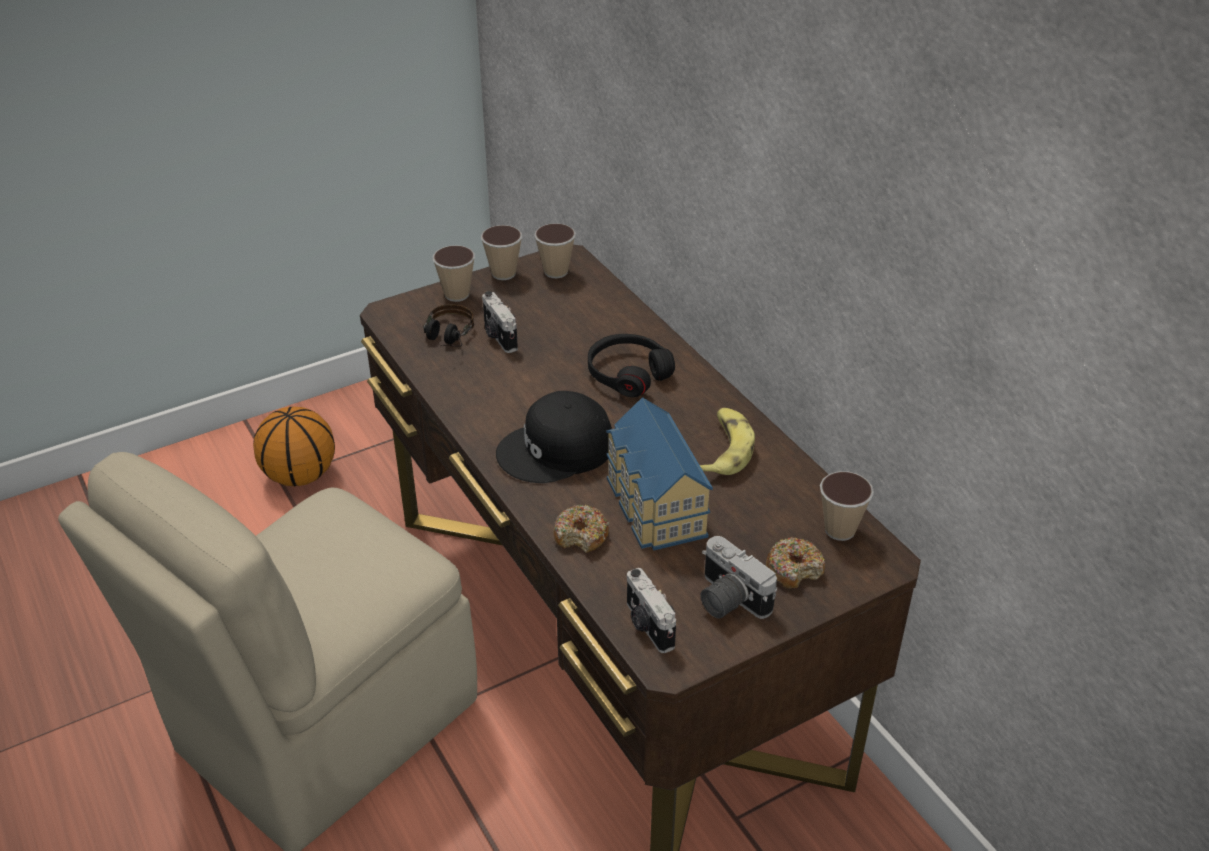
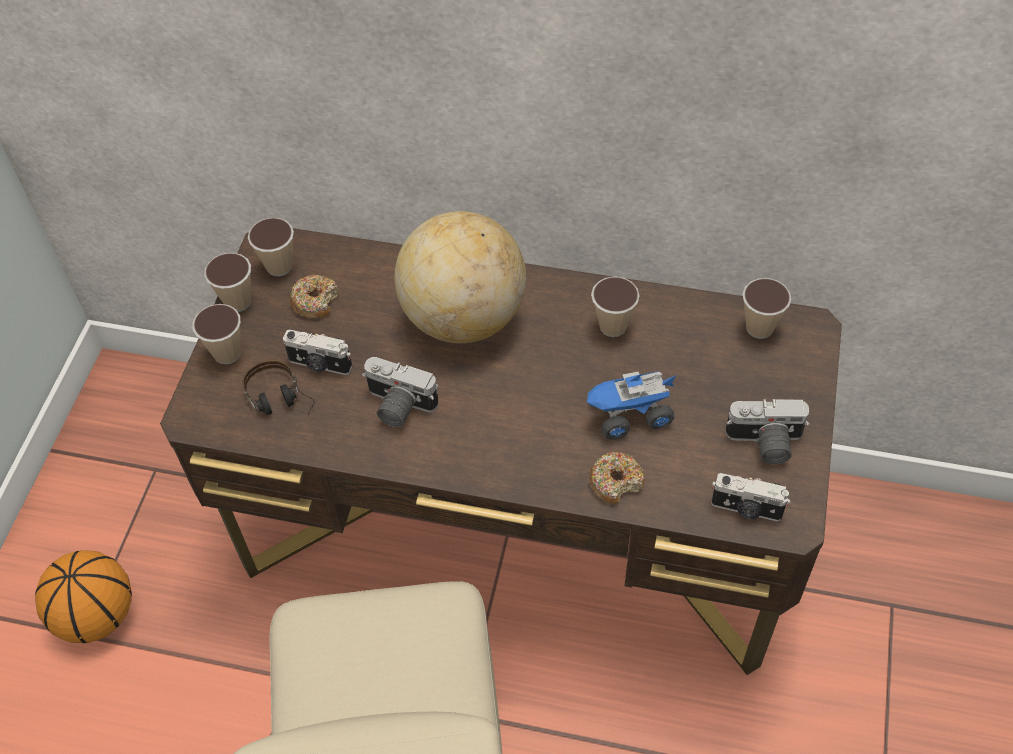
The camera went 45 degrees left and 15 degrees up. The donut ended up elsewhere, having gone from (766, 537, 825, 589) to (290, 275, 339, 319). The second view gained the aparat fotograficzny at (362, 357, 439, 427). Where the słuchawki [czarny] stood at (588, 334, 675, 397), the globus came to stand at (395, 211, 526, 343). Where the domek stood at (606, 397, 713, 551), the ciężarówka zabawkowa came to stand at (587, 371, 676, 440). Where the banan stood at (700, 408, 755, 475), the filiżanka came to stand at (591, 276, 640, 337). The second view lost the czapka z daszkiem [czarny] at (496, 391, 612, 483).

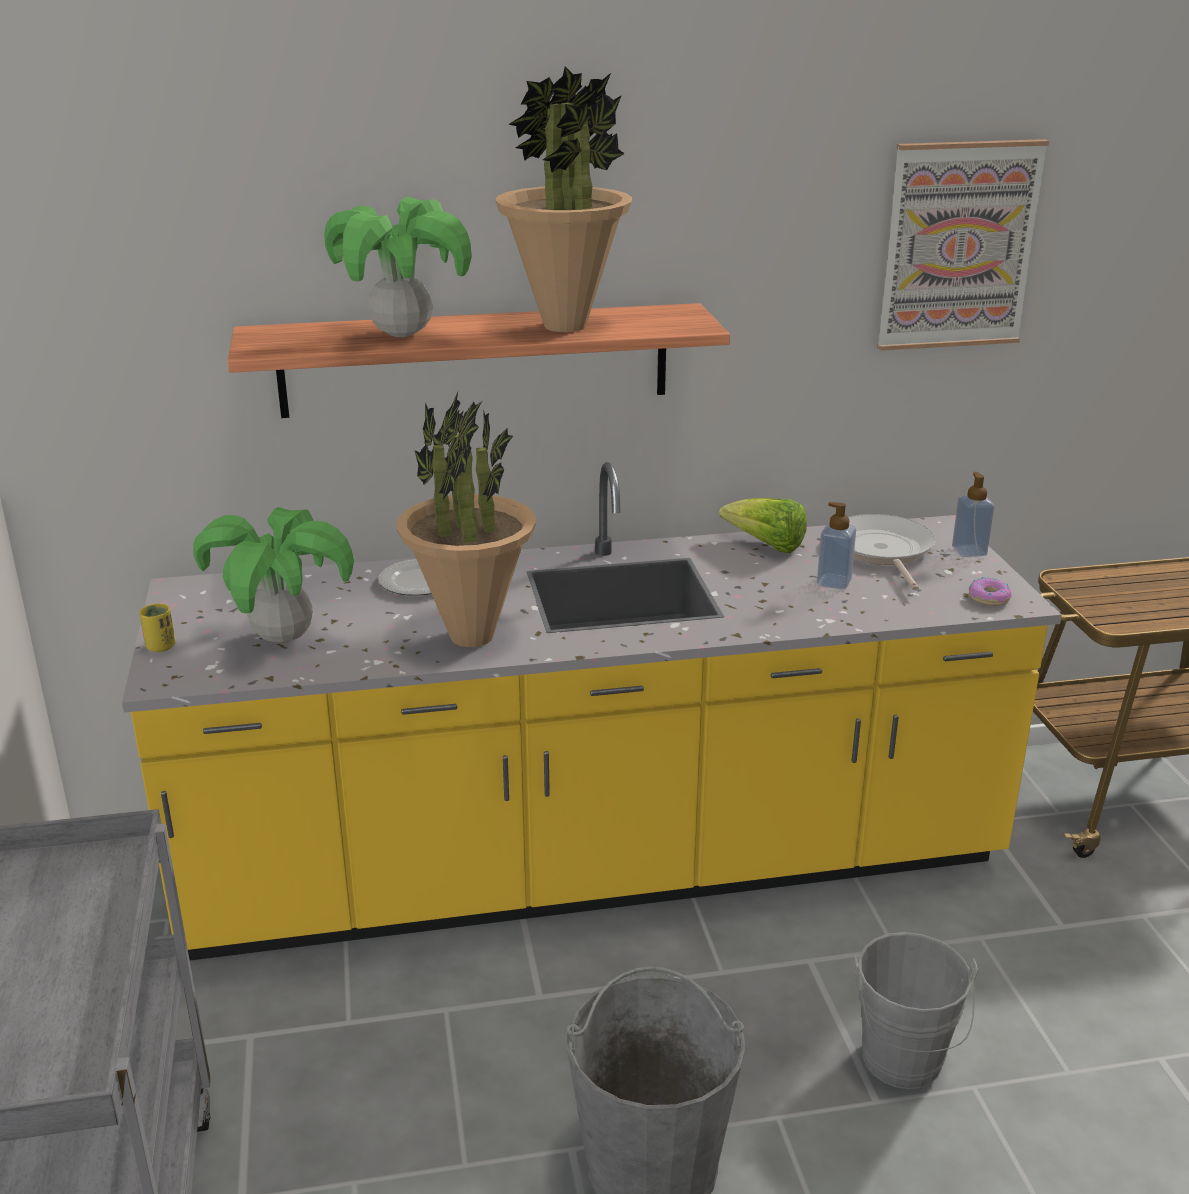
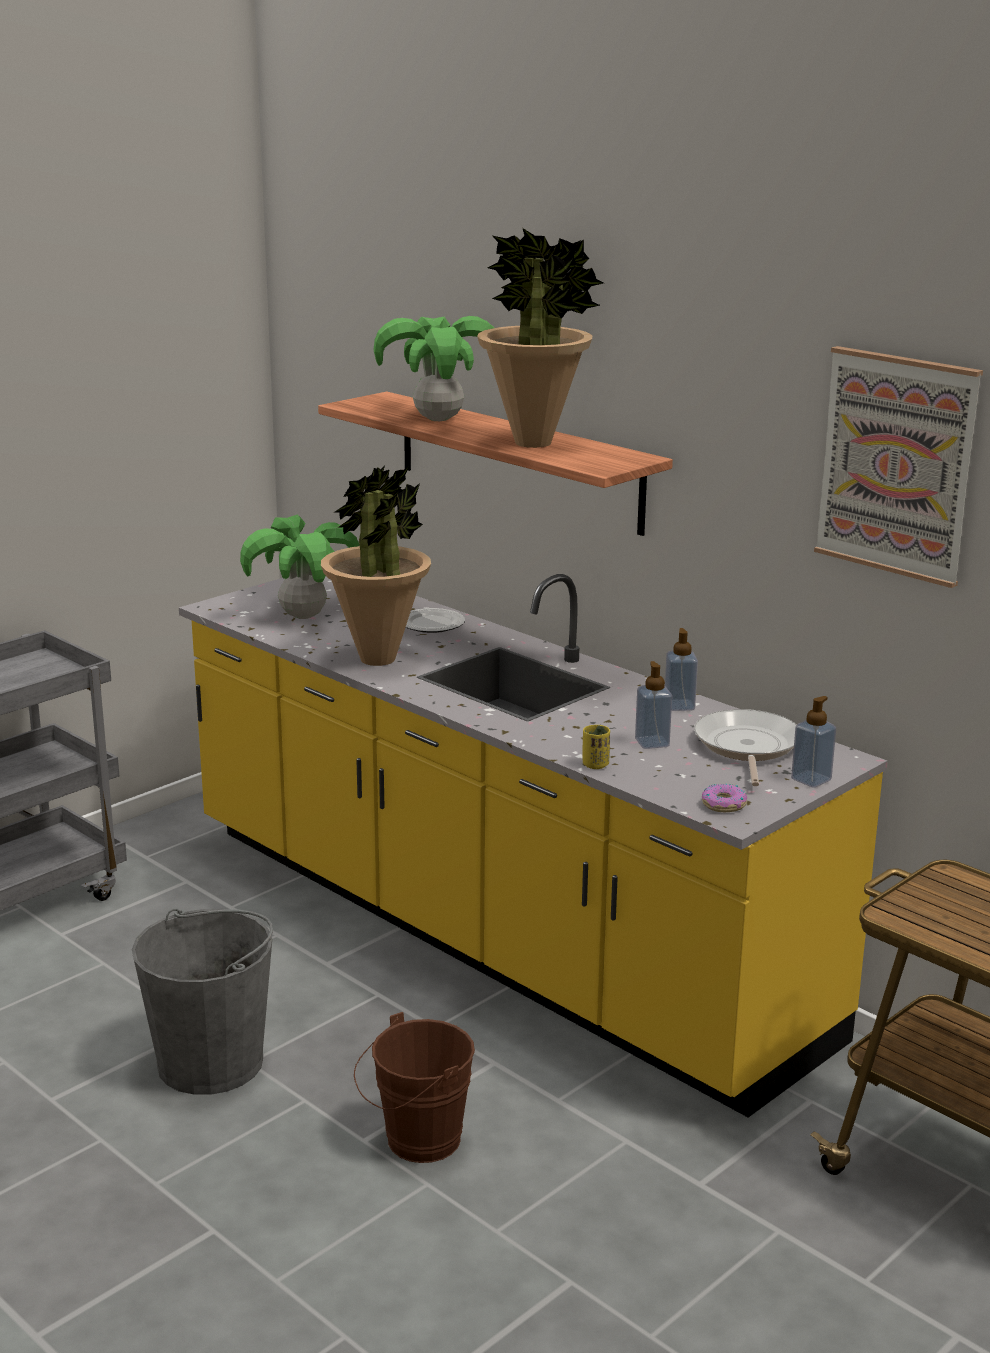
The camera went 55 degrees right and 5 degrees down. What was the wiadro [szary] at (854, 932, 978, 1089) turned into the wiadro [brązowy] at (354, 1012, 475, 1163). The filiżanka [żółty] ended up elsewhere, having gone from (139, 603, 175, 652) to (583, 725, 610, 769). Where the sałata stood at (719, 498, 807, 553), the dozownik mydła came to stand at (665, 628, 698, 711). The patelnia at (848, 514, 935, 590) ended up facing another way, 45 degrees counterclockwise from before.

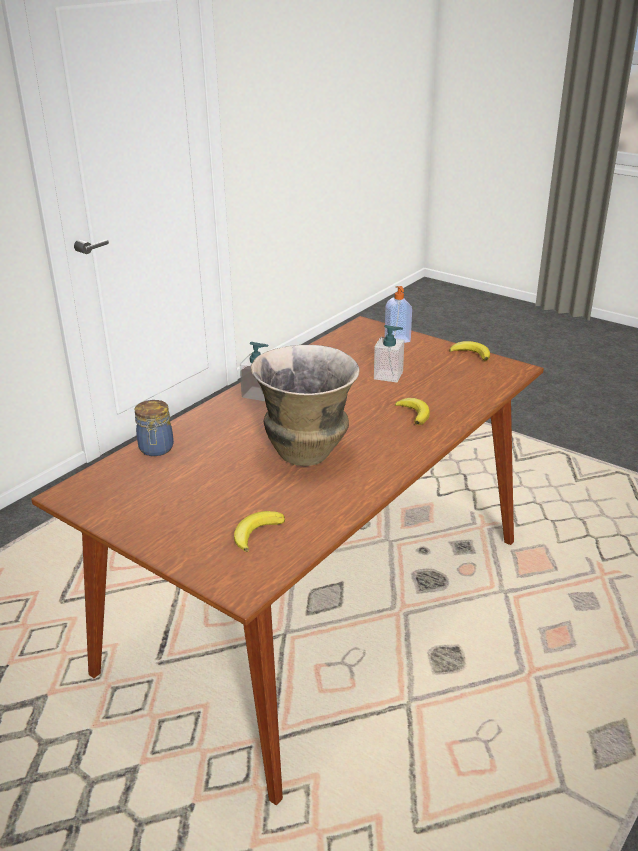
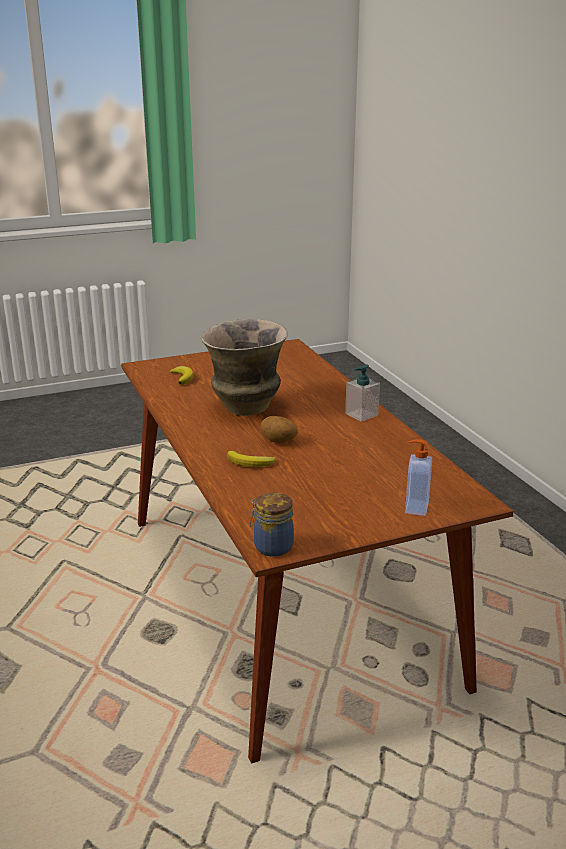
The camera went 120 degrees right and 5 degrees down. The słoik ended up elsewhere, having gone from (134, 400, 174, 456) to (250, 493, 294, 557). The second view gained the ziemniak at (261, 416, 298, 443). The second view lost the dozownik mydła at (374, 325, 404, 382). The second view lost the banan at (449, 341, 490, 361).

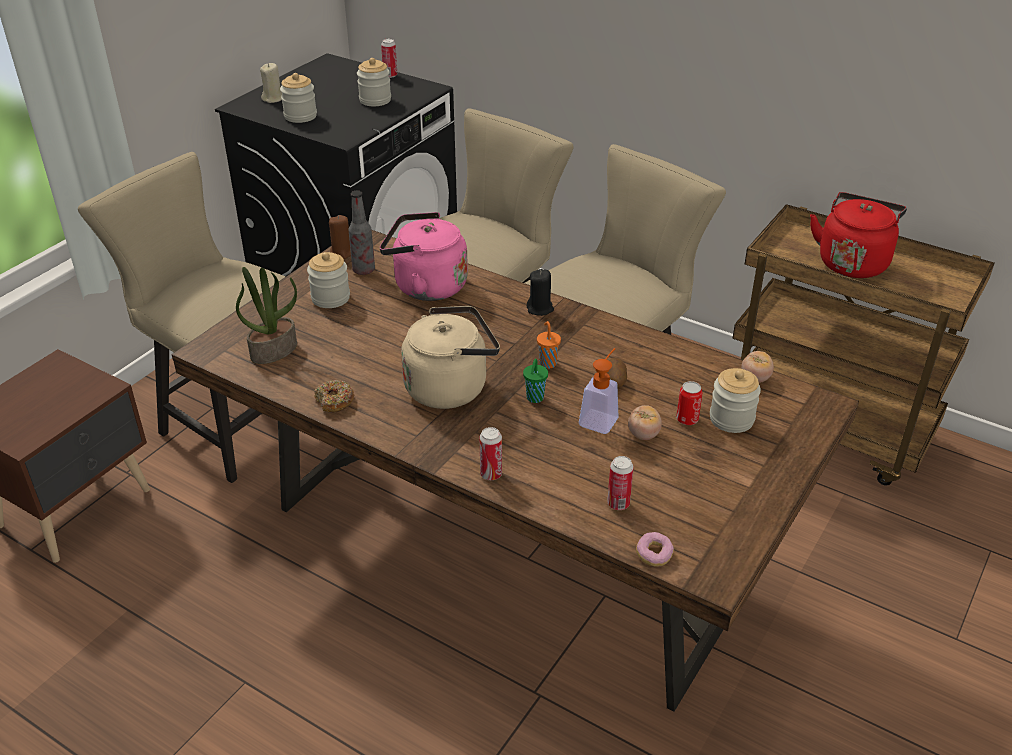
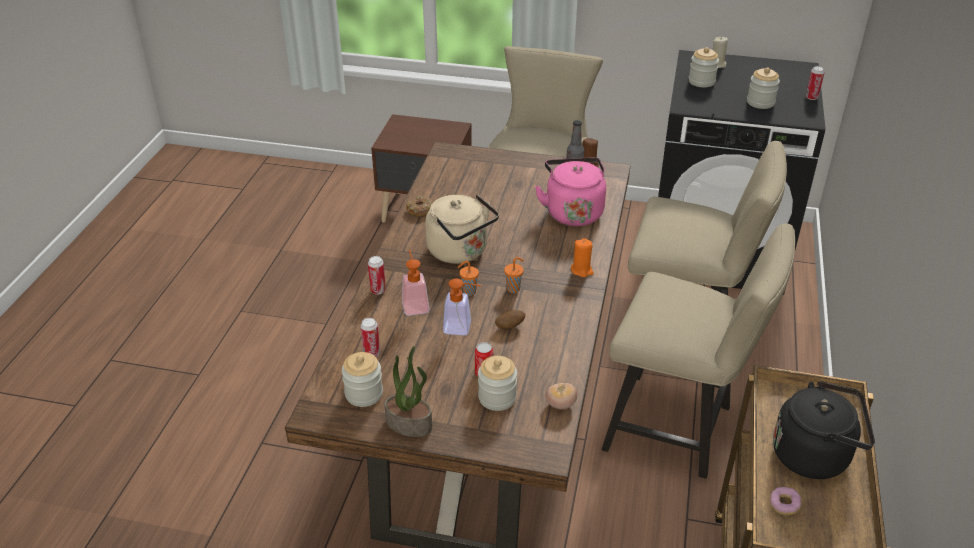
The camera went 70 degrees right and 0 degrees up. The słoik ended up elsewhere, having gone from (307, 252, 350, 308) to (342, 352, 383, 407). The roślina doniczkowa ended up elsewhere, having gone from (236, 267, 297, 364) to (384, 346, 432, 437). The second view gained the dozownik mydła at (402, 250, 430, 316). What was the filiżanka [zielony] at (523, 359, 548, 403) turned into the filiżanka [pomarańczowy] at (458, 261, 479, 296). What was the świeca [czarny] at (527, 269, 554, 316) turned into the świeca [pomarańczowy] at (571, 238, 594, 277). The donut ended up elsewhere, having gone from (636, 532, 674, 567) to (770, 487, 801, 515). What was the czajnik [czerwony] at (810, 192, 907, 278) turned into the czajnik [czarny] at (773, 381, 875, 479). The second view lost the pomidor at (628, 405, 662, 440).

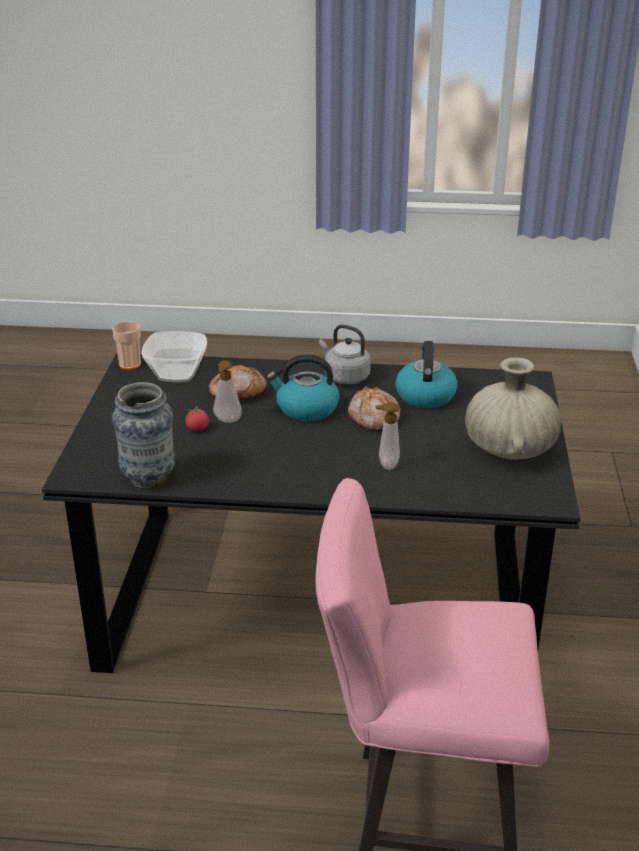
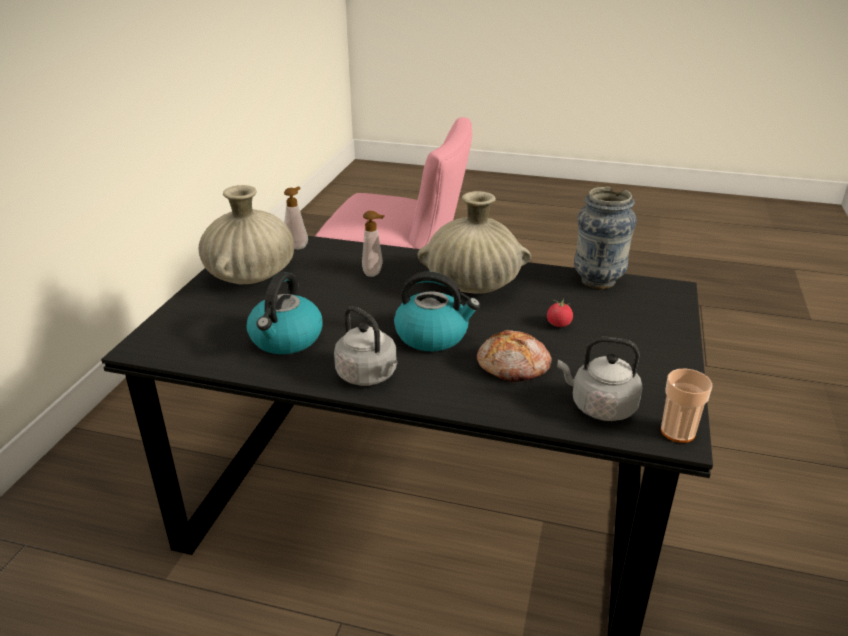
The camera went 170 degrees left and 0 degrees up. The dozownik mydła ended up elsewhere, having gone from (213, 360, 242, 423) to (284, 187, 308, 249). The second view gained the wazon [beżowy] at (417, 191, 531, 294). Where the miska stood at (142, 331, 207, 382), the czajnik [szary] came to stand at (557, 337, 643, 421). The second view lost the chleb at (348, 386, 401, 430).

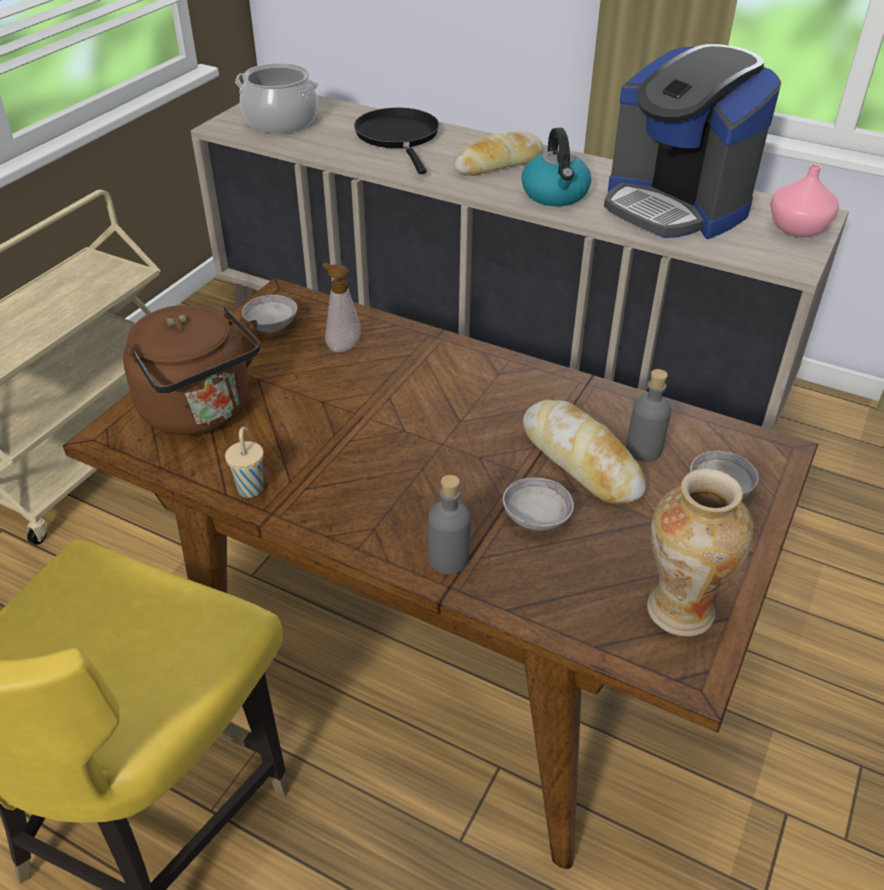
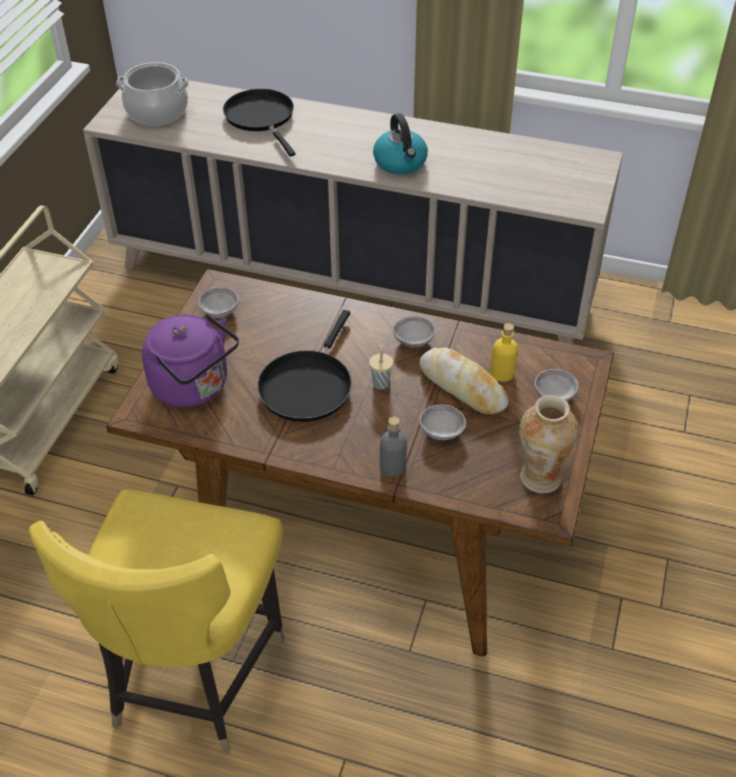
The camera went 10 degrees left and 5 degrees up. What was the czajnik [brązowy] at (123, 305, 260, 435) turned into the czajnik [fioletowy] at (142, 314, 239, 408). The second view gained the patelnia [czarny] at (257, 310, 352, 422). The filiżanka [beżowy] ended up elsewhere, having gone from (225, 427, 264, 498) to (369, 345, 393, 389). The second view gained the miska [szary] at (393, 316, 435, 348). What was the butelka [szary] at (626, 369, 671, 462) turned into the butelka [żółty] at (490, 323, 518, 382). The second view lost the dozownik mydła at (322, 262, 361, 352). The second view lost the chleb at (454, 131, 544, 176). The second view lost the ekspres do kawy at (604, 44, 781, 239). The second view lost the wazon [różowy] at (770, 164, 839, 237).

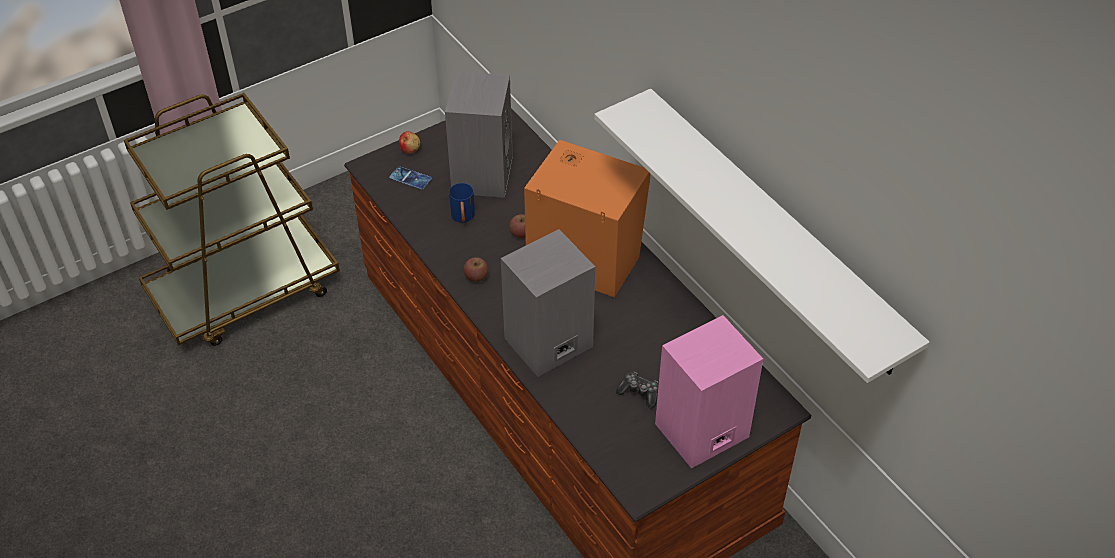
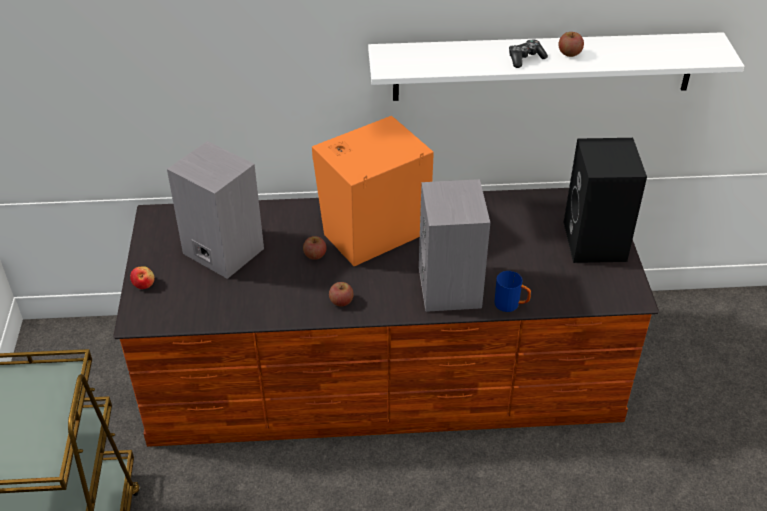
The camera went 60 degrees left and 5 degrees down. The kubek [niebieski] ended up elsewhere, having gone from (449, 183, 475, 223) to (494, 271, 531, 312). The pad do gier ended up elsewhere, having gone from (616, 372, 658, 409) to (509, 40, 548, 68). The second view gained the jabłko at (558, 32, 584, 57). What was the głośnik [różowy] at (655, 315, 763, 469) turned into the głośnik [czarny] at (564, 138, 647, 263). The second view lost the telefon at (389, 166, 432, 190).

